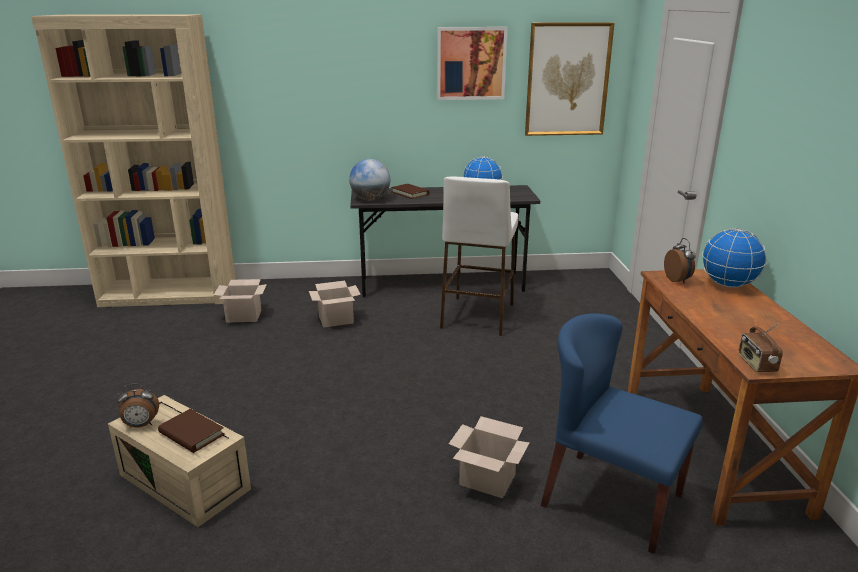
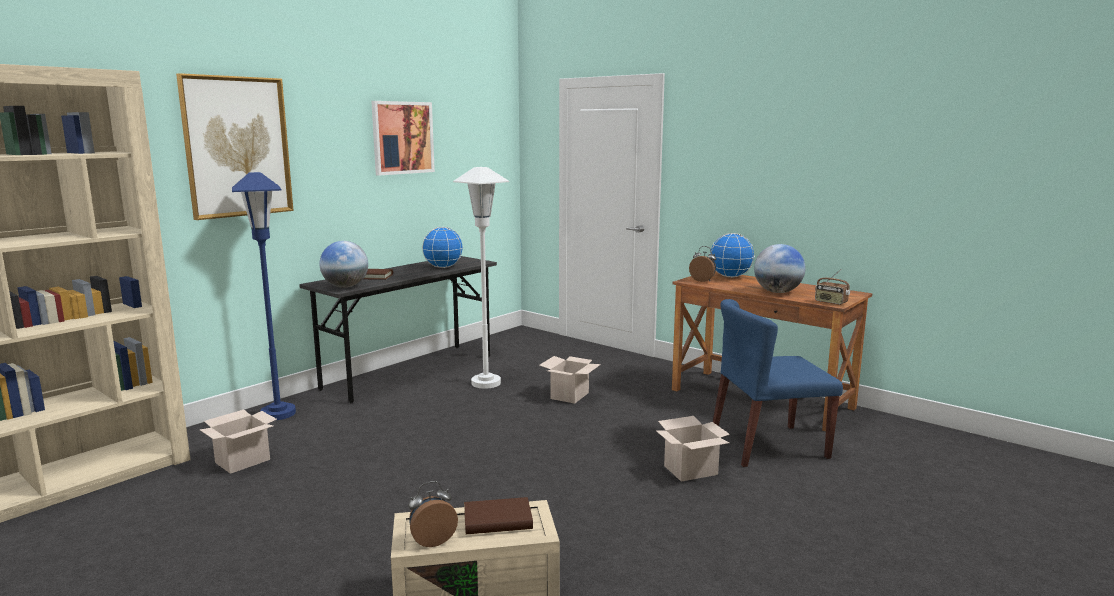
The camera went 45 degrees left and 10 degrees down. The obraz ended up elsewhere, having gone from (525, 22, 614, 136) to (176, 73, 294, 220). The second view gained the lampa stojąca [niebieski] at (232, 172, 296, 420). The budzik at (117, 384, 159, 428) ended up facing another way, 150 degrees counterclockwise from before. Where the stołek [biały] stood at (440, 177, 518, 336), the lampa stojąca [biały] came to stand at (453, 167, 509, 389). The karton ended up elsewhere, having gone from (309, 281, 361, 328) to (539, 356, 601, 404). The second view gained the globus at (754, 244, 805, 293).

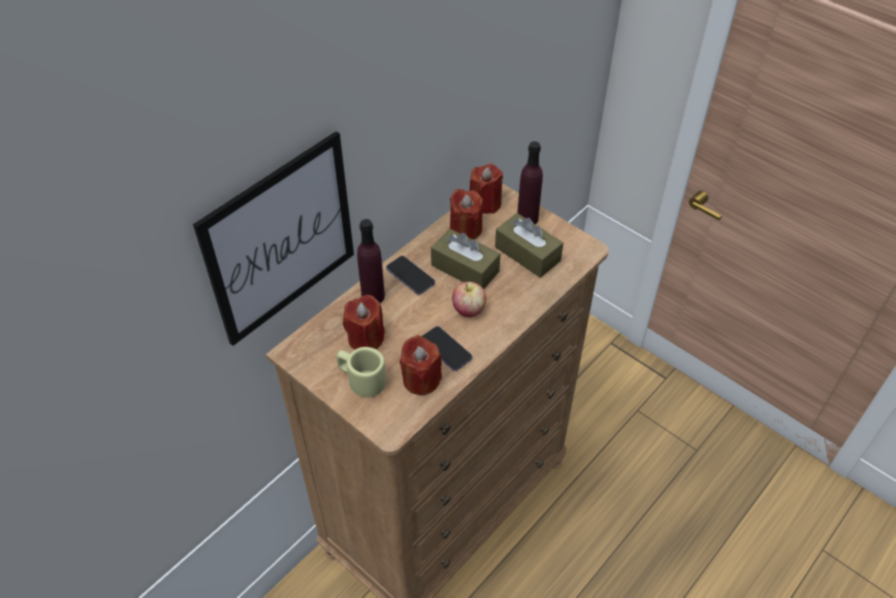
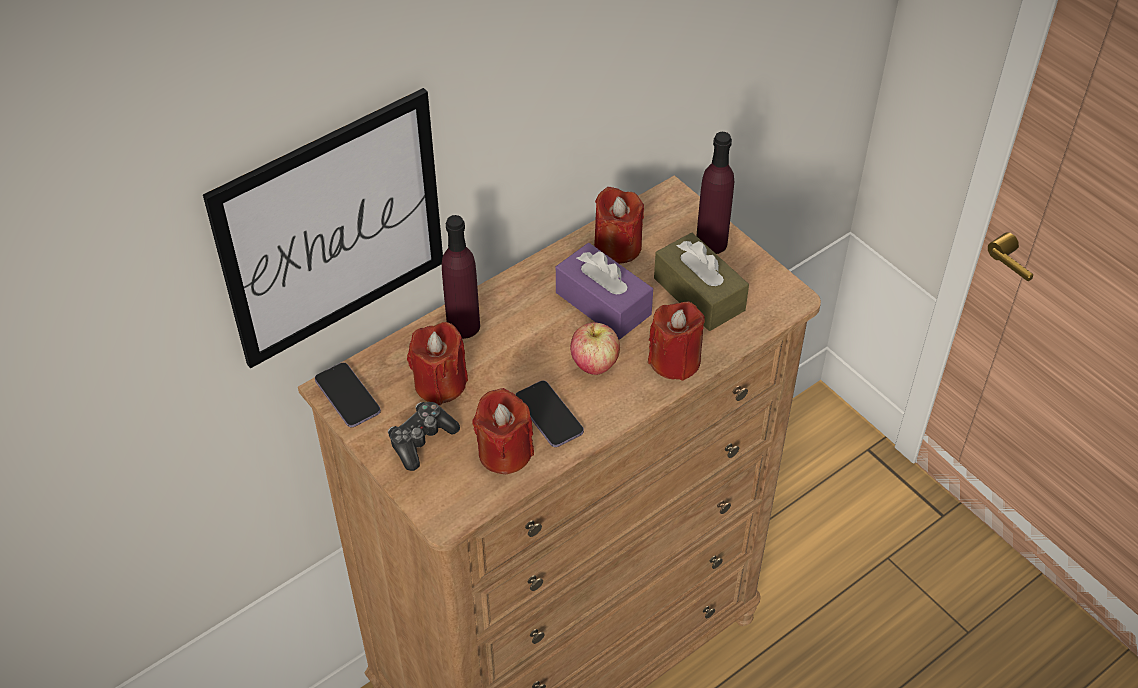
The camera went 10 degrees right and 0 degrees up. The telefon ended up elsewhere, having gone from (386, 256, 435, 295) to (315, 362, 381, 427). Where the kubek [beżowy] stood at (337, 347, 387, 397), the pad do gier came to stand at (388, 402, 460, 471). What was the pudełko chusteczek [brązowy] at (431, 228, 500, 289) turned into the pudełko chusteczek [fioletowy] at (556, 243, 653, 339). The świeca [czerwony] ended up elsewhere, having gone from (469, 164, 503, 214) to (648, 301, 705, 381).

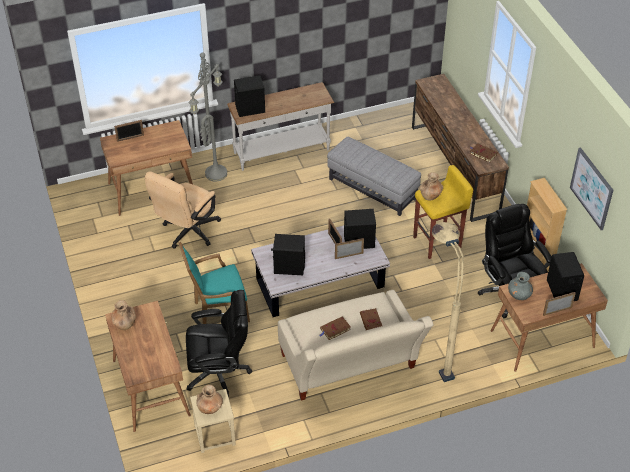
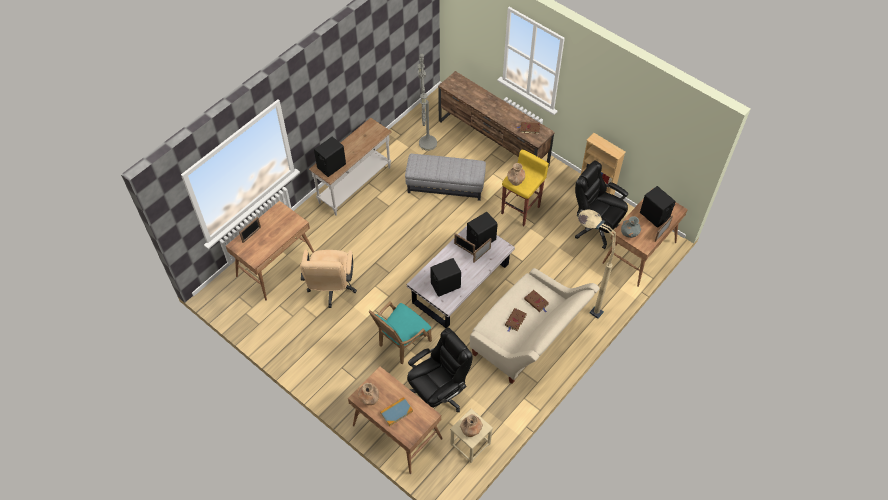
The camera went 30 degrees left and 10 degrees up. The second view gained the książka at (380, 397, 413, 426). The lampa stojąca [szary] ended up elsewhere, having gone from (188, 52, 227, 181) to (418, 54, 437, 151). The second view lost the obraz at (570, 147, 613, 230).

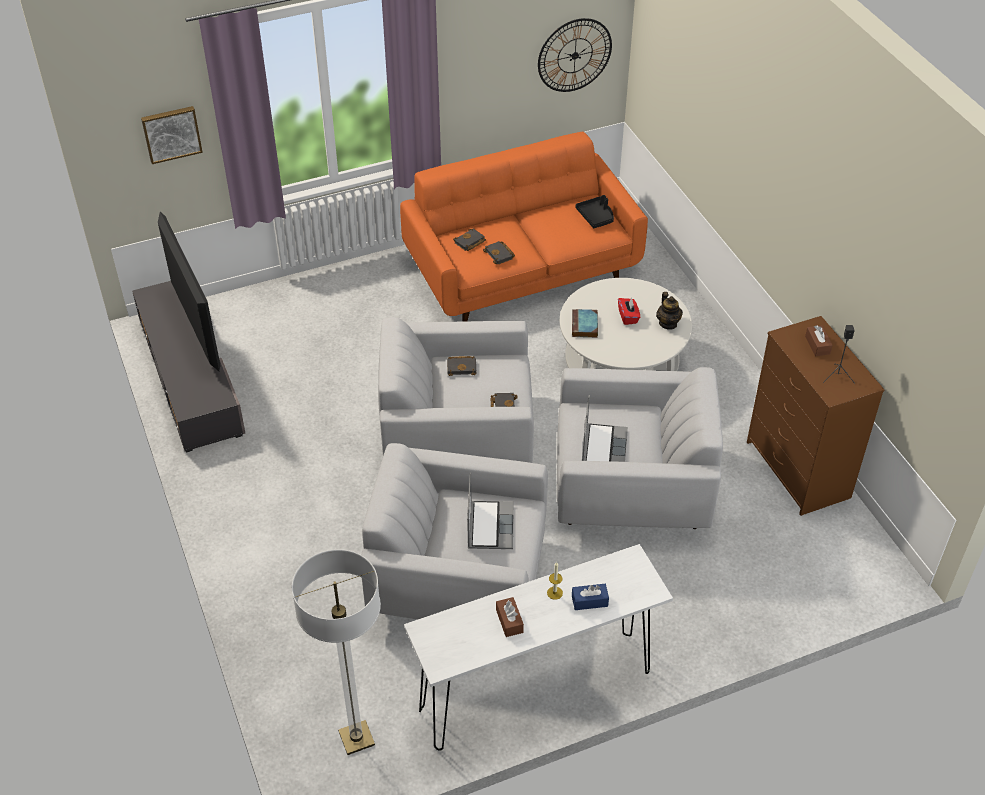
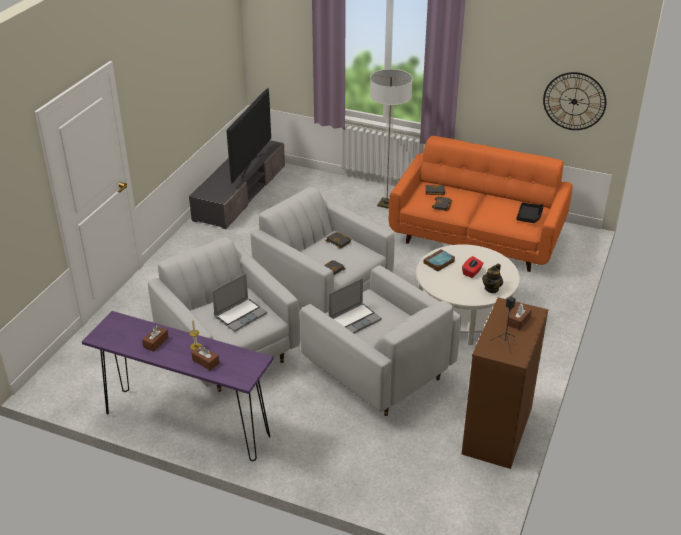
The camera went 45 degrees right and 10 degrees down. What was the stolik konsolowy [biały] at (404, 544, 673, 751) turned into the stolik konsolowy [fioletowy] at (82, 311, 274, 461). What was the pudełko chusteczek [niebieski] at (572, 584, 609, 610) turned into the pudełko chusteczek [brązowy] at (191, 346, 220, 371). The lampa stojąca ended up elsewhere, having gone from (292, 549, 381, 755) to (370, 69, 413, 209). The second view lost the obraz at (141, 106, 203, 164).

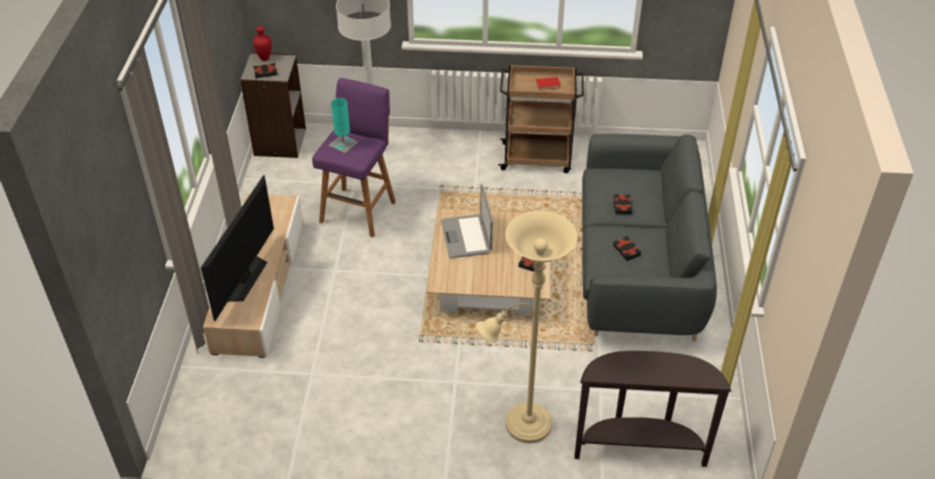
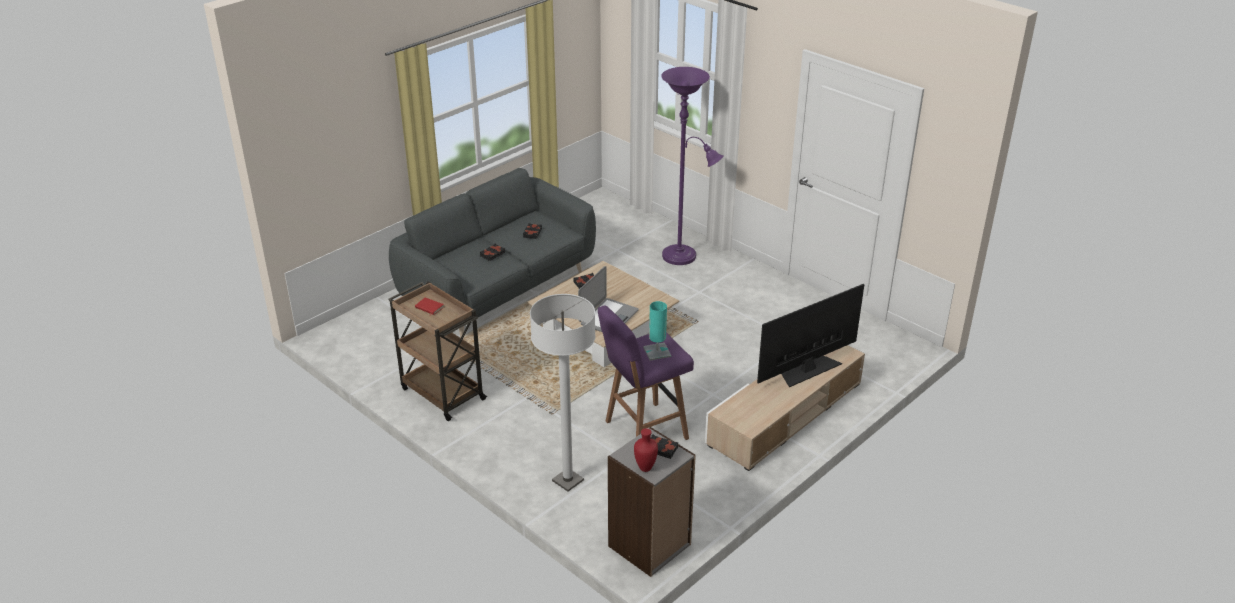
The camera went 140 degrees left and 10 degrees down. What was the lampa stojąca [beżowy] at (476, 211, 578, 443) turned into the lampa stojąca [fioletowy] at (661, 67, 724, 265). The second view lost the stolik konsolowy [brązowy] at (575, 351, 732, 467).

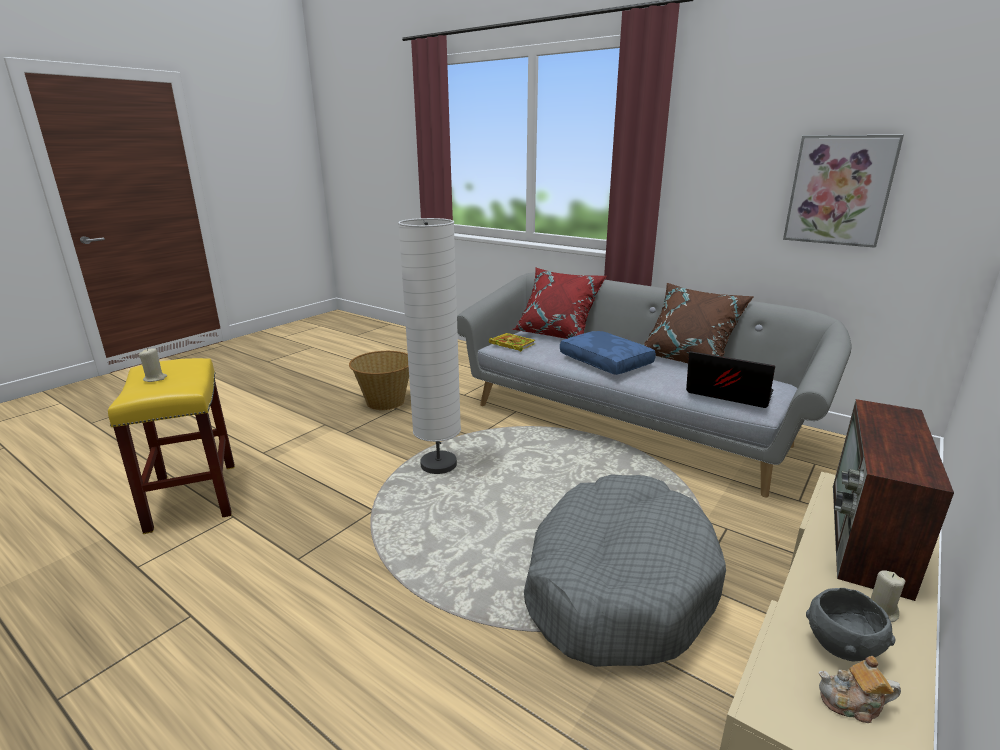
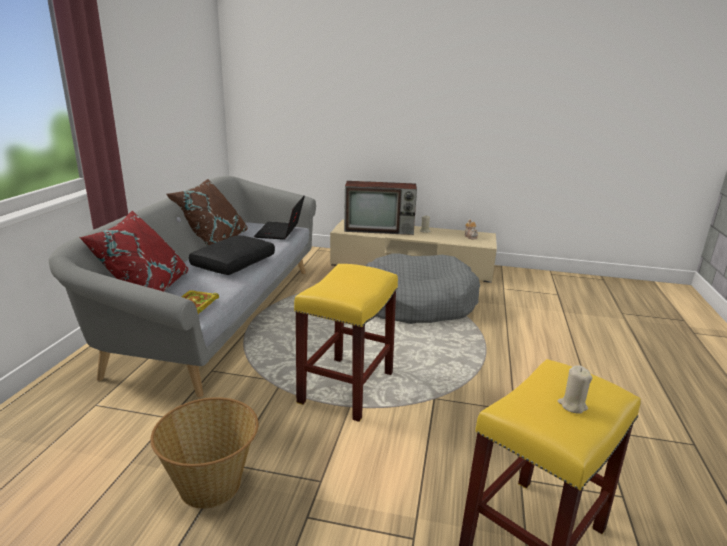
The camera went 115 degrees left and 0 degrees up. What was the poduszka [niebieski] at (560, 331, 656, 375) turned into the poduszka [czarny] at (189, 235, 275, 275). Where the lampa stojąca [biały] stood at (398, 218, 461, 474), the stołek [żółty] came to stand at (294, 264, 398, 422). The second view lost the obraz at (783, 135, 904, 248). The second view lost the miska [szary] at (806, 588, 896, 661).

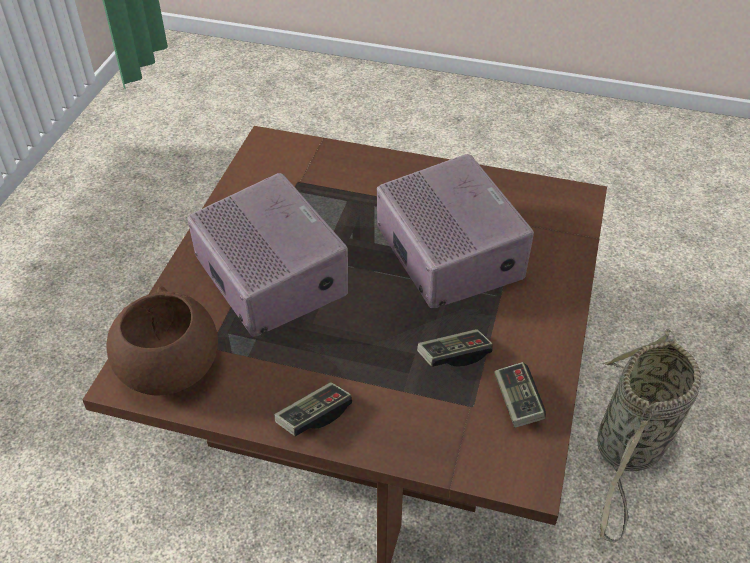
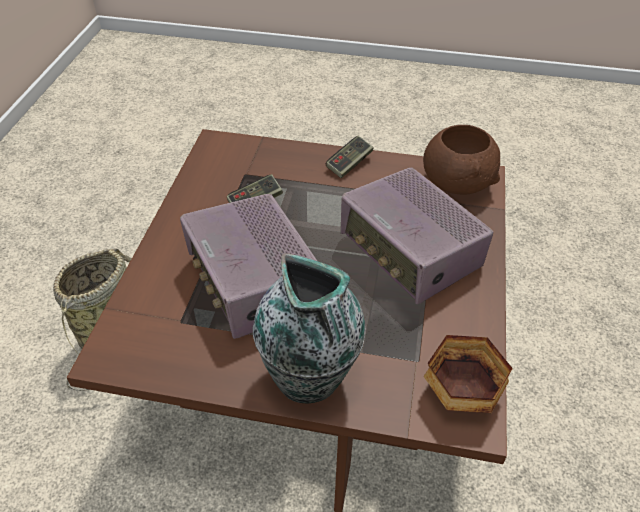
The camera went 175 degrees right and 0 degrees up. The second view gained the wazon at (253, 253, 365, 404). The second view gained the miska at (424, 335, 513, 413). The second view lost the pad do gier at (494, 362, 546, 428).

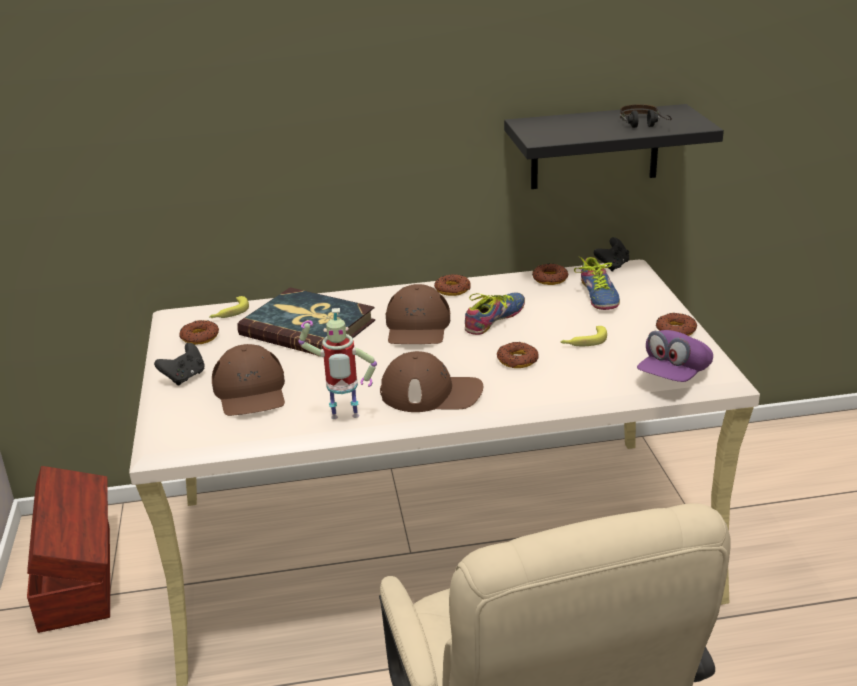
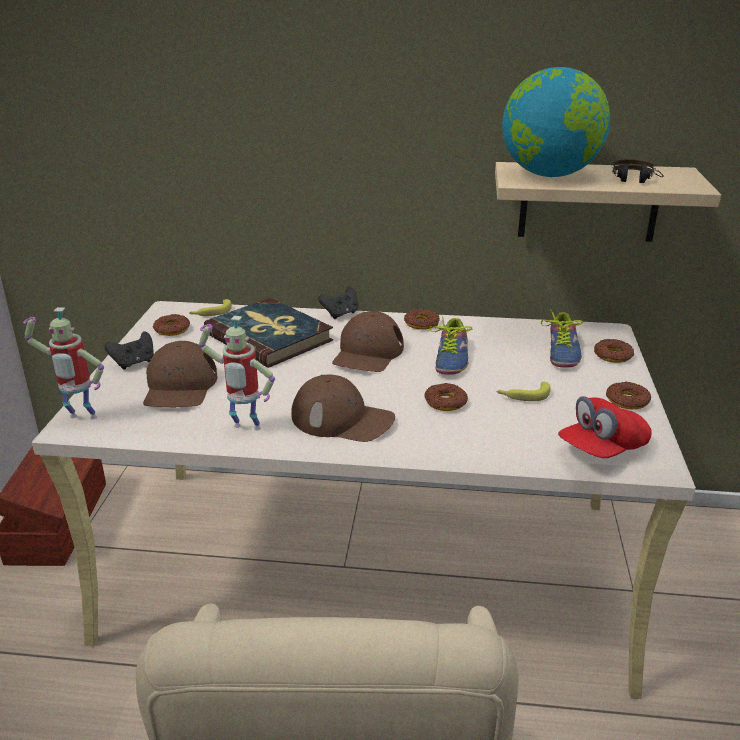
The camera went 15 degrees right and 0 degrees up. The second view gained the robot zabawkowy at (23, 307, 104, 419). The pad do gier [czarny] ended up elsewhere, having gone from (594, 237, 629, 272) to (318, 287, 359, 319). The but at (465, 292, 525, 335) ended up facing another way, 135 degrees clockwise from before. What was the półka [czarny] at (504, 104, 724, 189) turned into the półka [beżowy] at (495, 162, 721, 242). The second view gained the globus at (502, 67, 610, 177). What was the czapka z daszkiem [fioletowy] at (637, 330, 713, 382) turned into the czapka z daszkiem [czerwony] at (558, 396, 652, 458). The donut ended up elsewhere, having gone from (532, 264, 569, 285) to (594, 339, 634, 363).

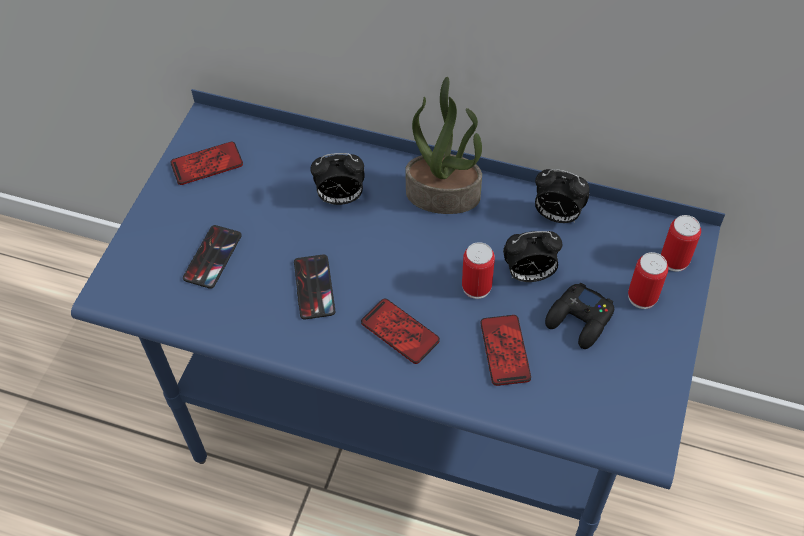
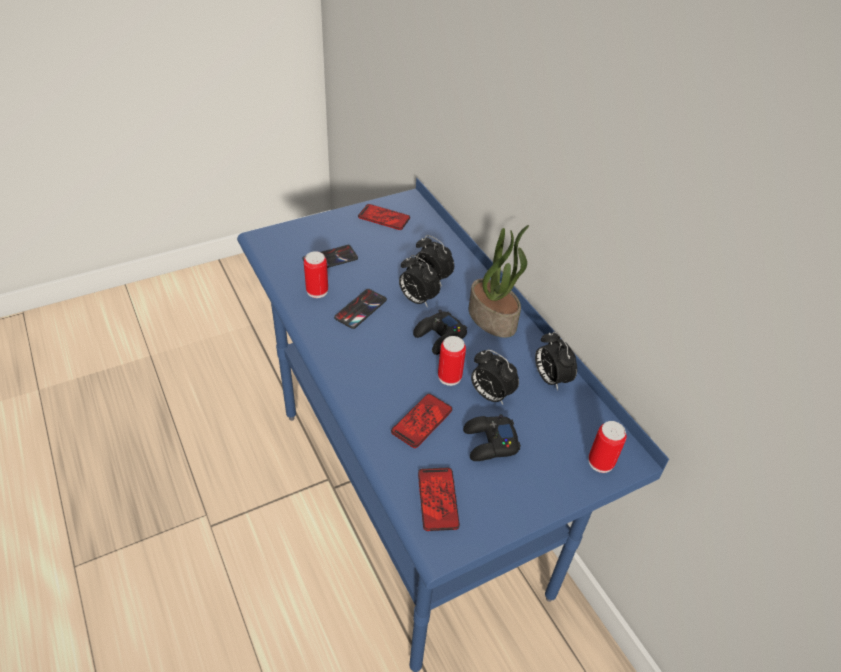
The camera went 40 degrees right and 10 degrees down. The puszka ended up elsewhere, having gone from (628, 252, 668, 309) to (304, 251, 328, 298). The second view gained the budzik at (399, 255, 441, 308). The second view gained the pad do gier [czarny] at (413, 310, 467, 355). The telefon ended up elsewhere, having gone from (361, 299, 440, 364) to (418, 468, 460, 531).

